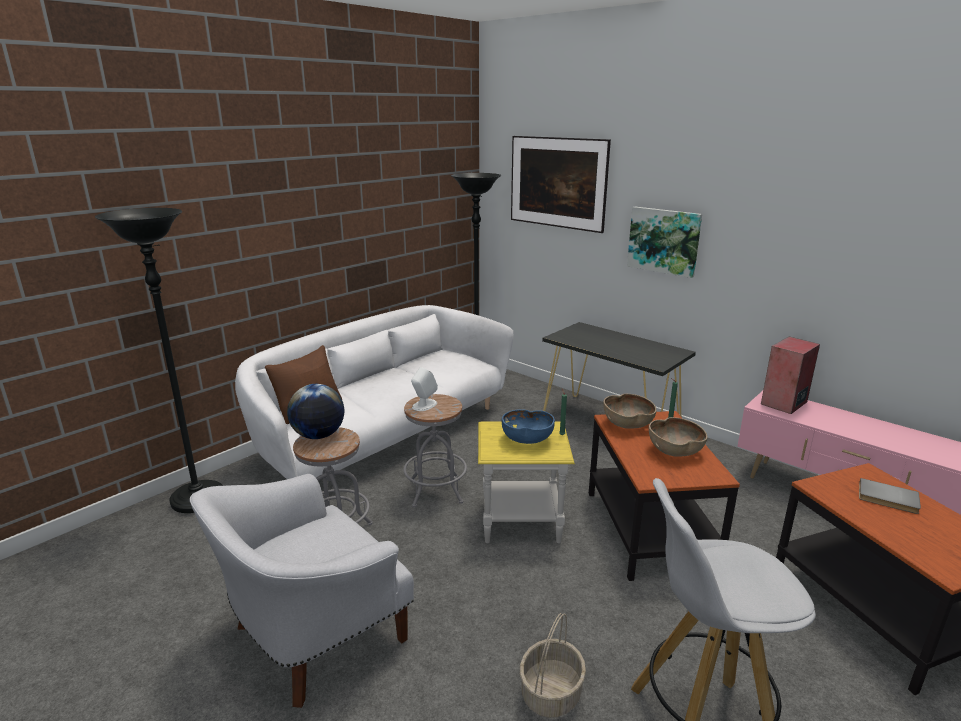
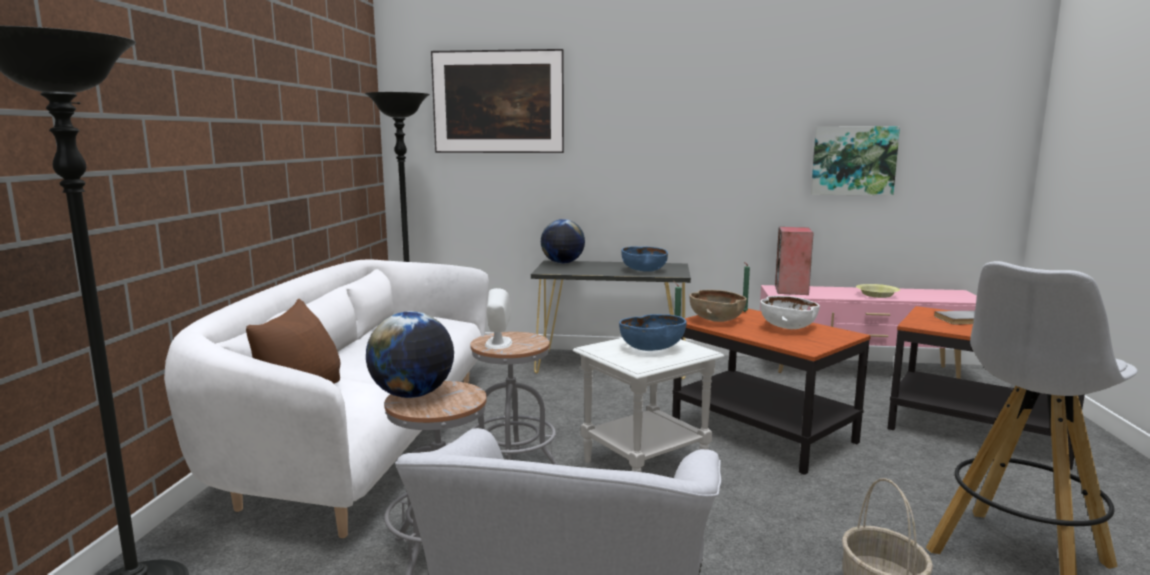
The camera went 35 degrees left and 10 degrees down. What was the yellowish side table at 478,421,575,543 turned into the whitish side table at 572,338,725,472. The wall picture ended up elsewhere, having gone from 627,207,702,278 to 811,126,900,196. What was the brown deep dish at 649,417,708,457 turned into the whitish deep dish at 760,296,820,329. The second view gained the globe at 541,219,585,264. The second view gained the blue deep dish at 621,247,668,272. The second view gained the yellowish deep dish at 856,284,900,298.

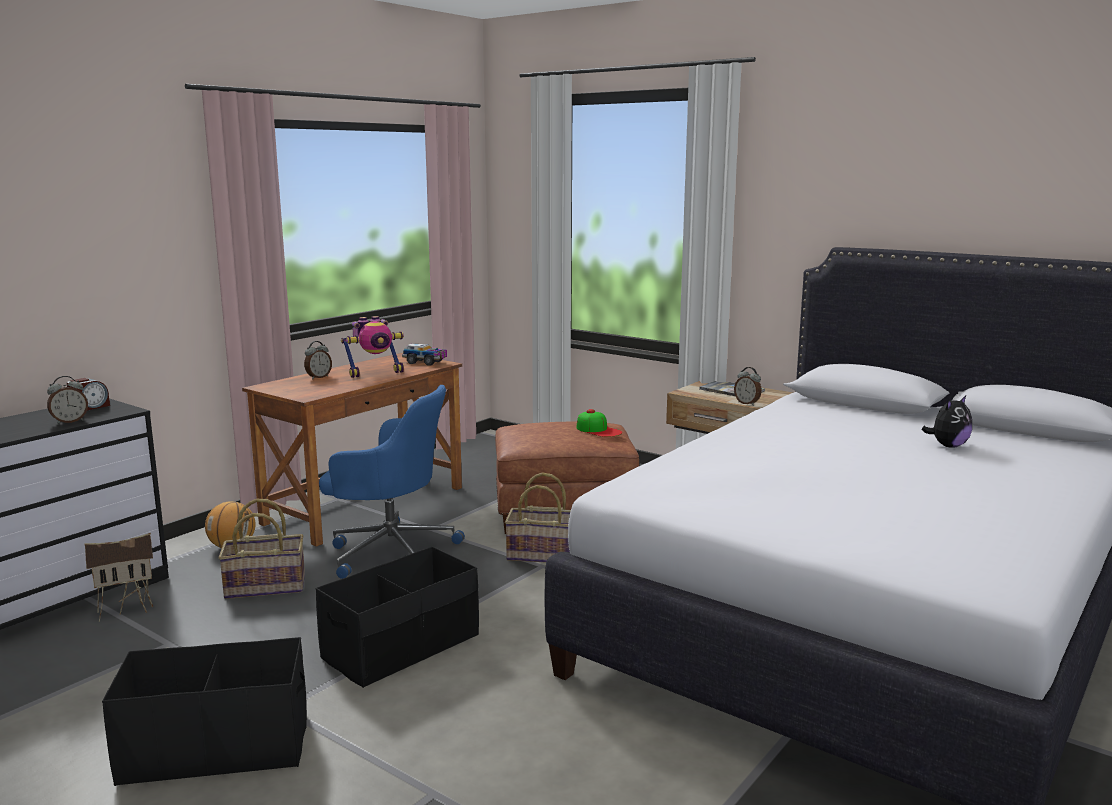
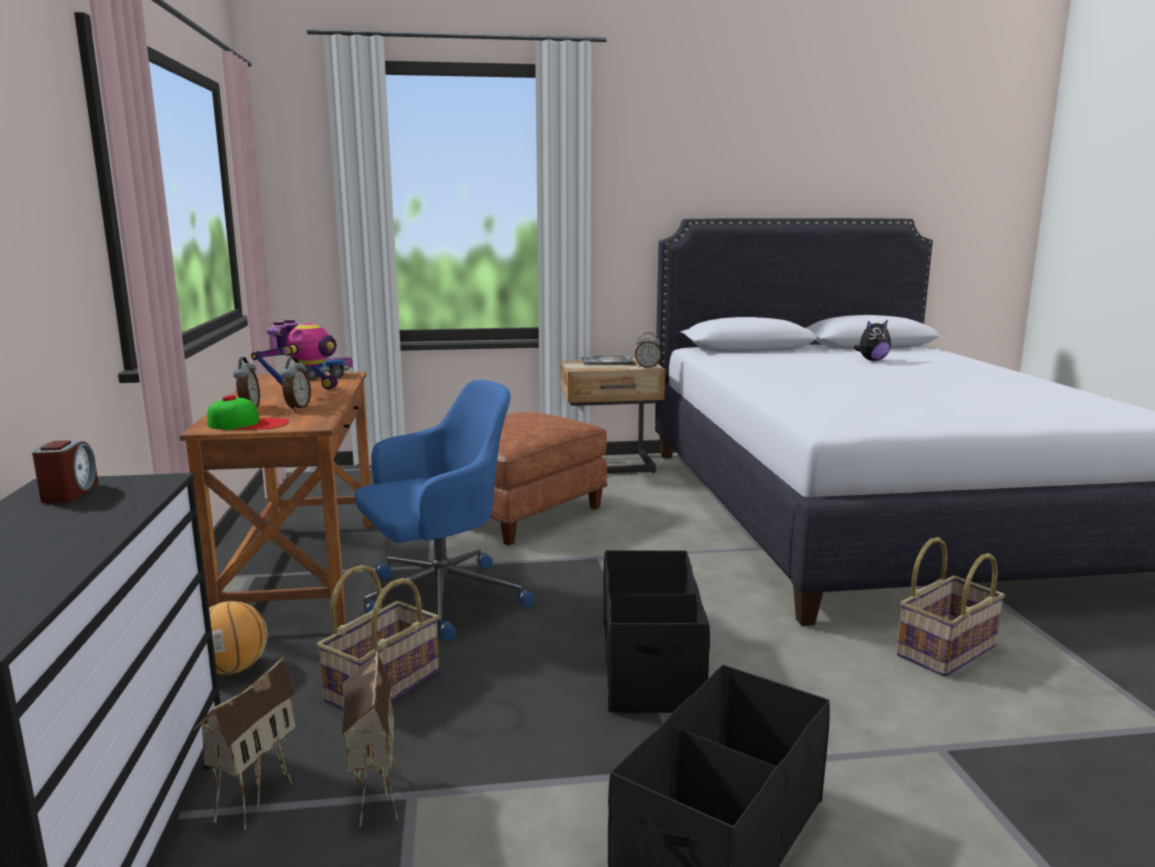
The camera went 45 degrees left and 0 degrees up. The table clock ended up elsewhere, having gone from 47,376,88,424 to 280,357,311,411. The basket ended up elsewhere, having gone from 505,472,571,562 to 897,537,1005,677. The baseball cap ended up elsewhere, having gone from 576,409,622,437 to 207,395,289,430. The soft toy at 921,396,972,448 ended up facing another way, 60 degrees clockwise from before. The second view gained the toy house at 341,651,398,827.

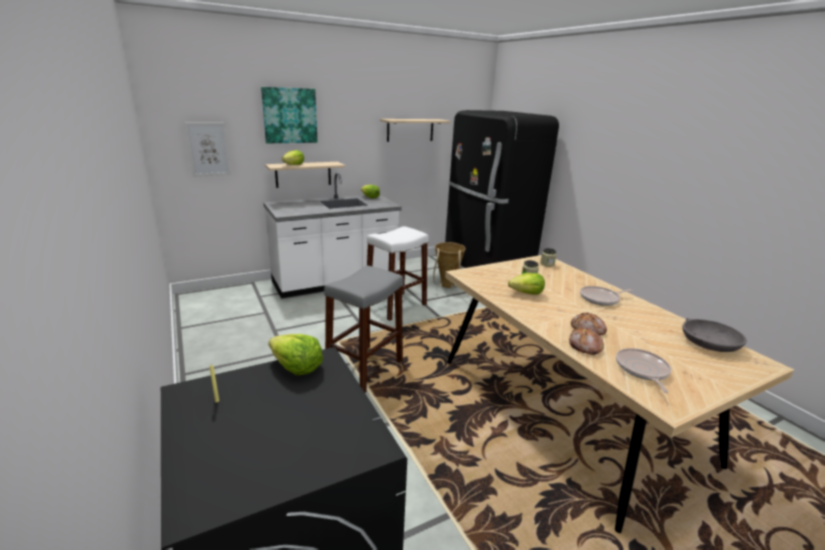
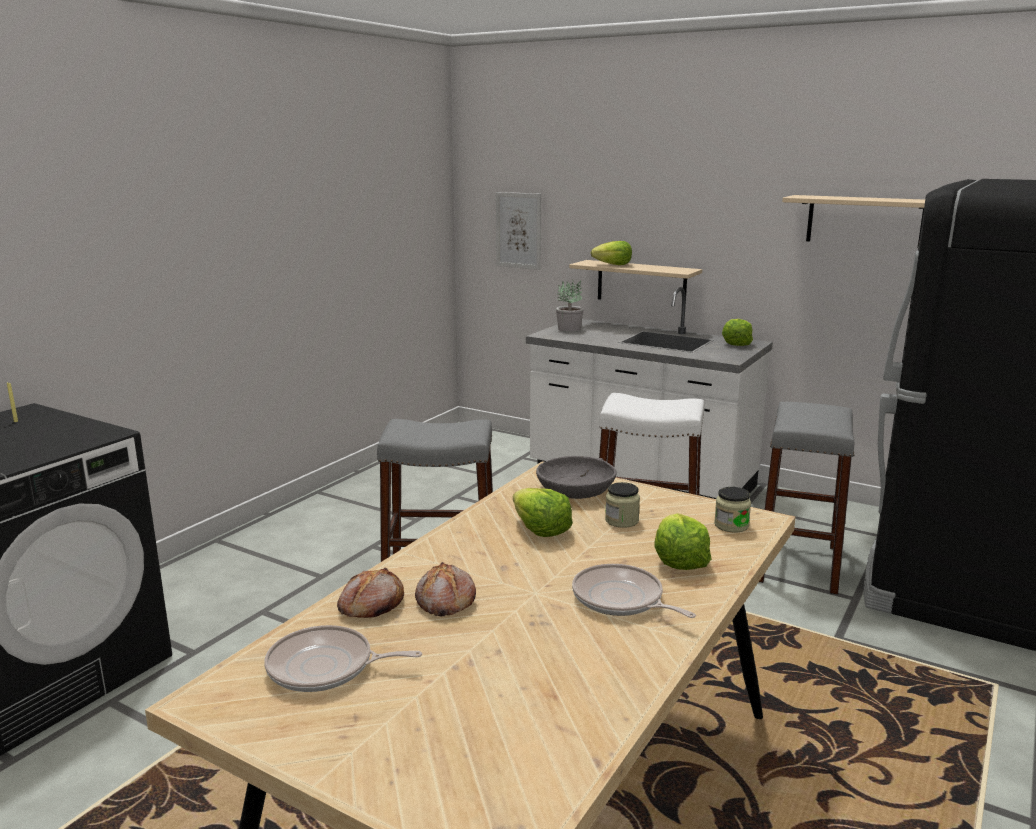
The camera went 60 degrees right and 5 degrees down. The second view lost the wall picture at 261,87,318,143. The lettuce ended up elsewhere, having gone from 268,334,323,375 to 654,513,711,570. Where the basket stood at 433,242,466,288, the greyish stool seat came to stand at 759,402,854,595. The skillet at 616,348,672,393 ended up facing another way, 150 degrees counterclockwise from before. The greyish deep dish ended up elsewhere, having gone from 682,318,747,352 to 536,456,617,499. The second view gained the plant in a pot at 556,280,584,332.

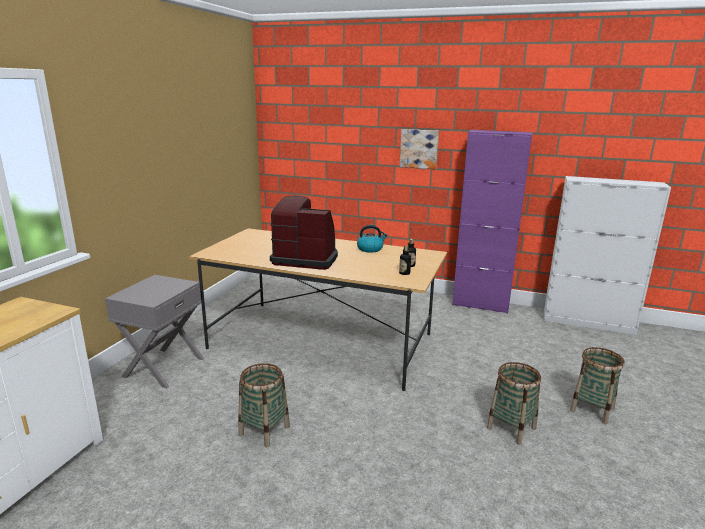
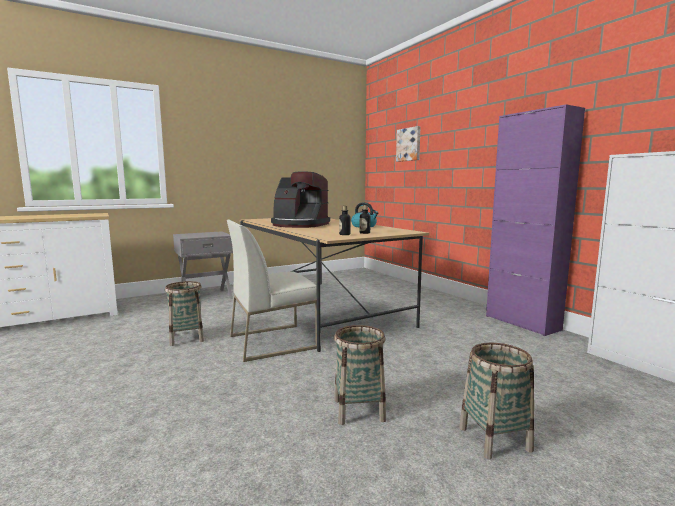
The camera went 40 degrees right and 10 degrees down. The coffee machine at 270,196,338,270 ended up facing another way, 150 degrees clockwise from before. The wall picture ended up elsewhere, having gone from 400,129,439,169 to 396,126,420,162. The second view gained the whitish plain chair at 227,219,317,362.

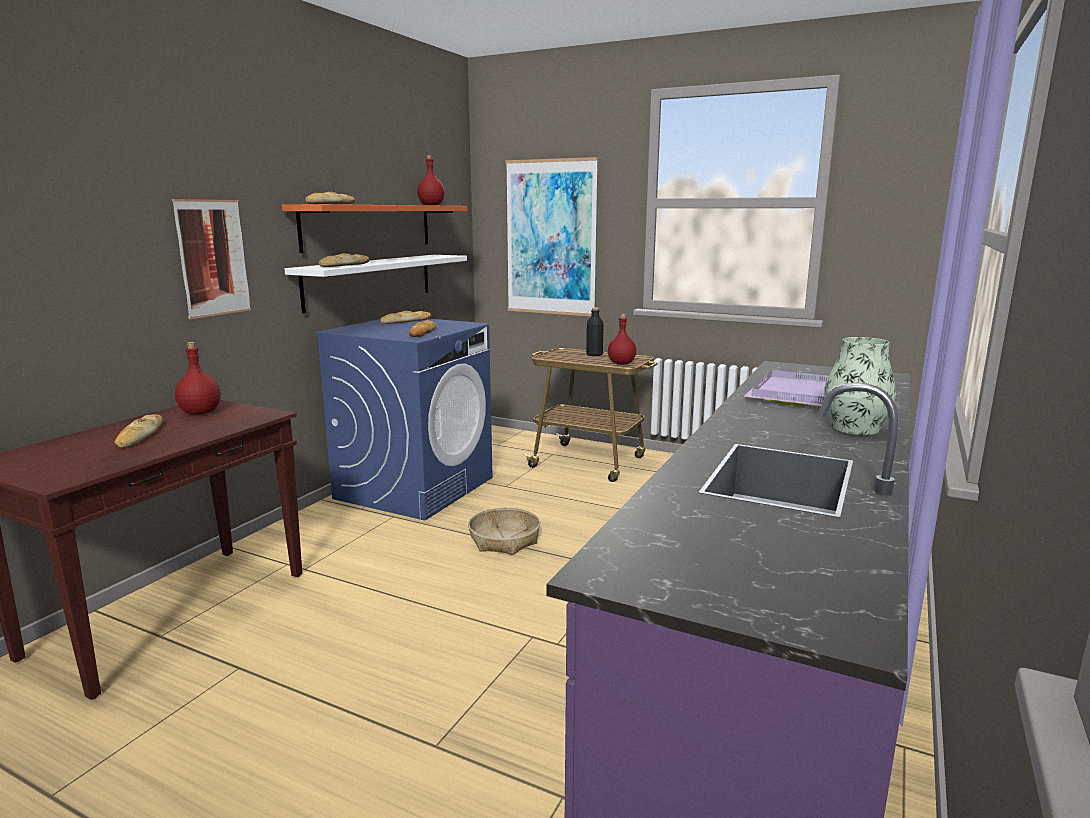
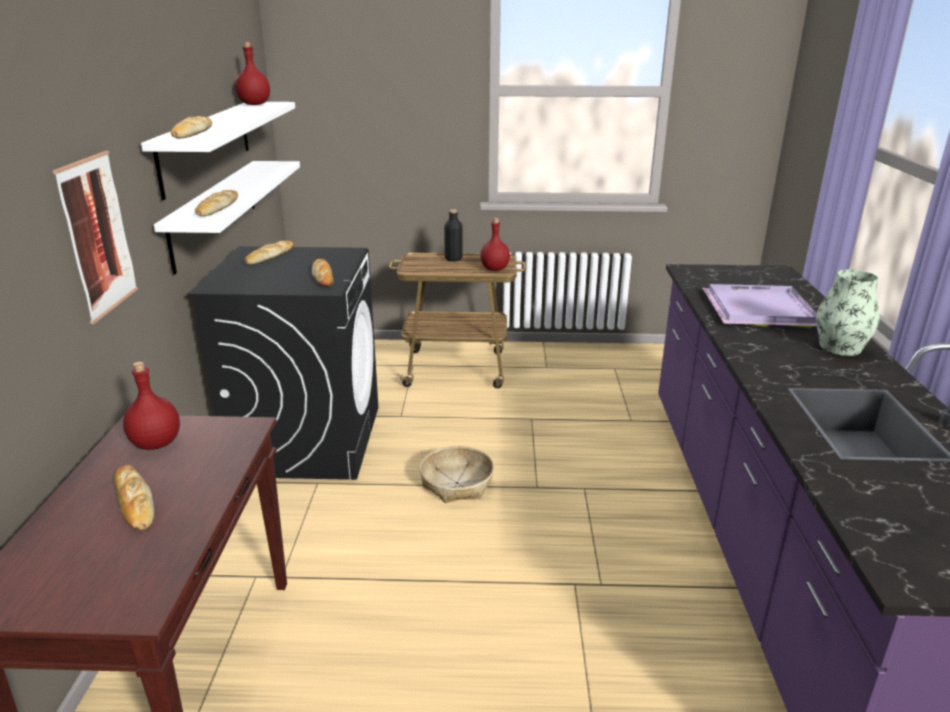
The camera went 25 degrees left and 10 degrees up. What was the orange-coloured bracket shelf at 282,204,468,253 turned into the whitish bracket shelf at 141,102,295,200. What was the blue laundry appliance at 314,319,493,521 turned into the blackish laundry appliance at 188,246,378,480. The second view lost the wall picture at 505,157,598,316.

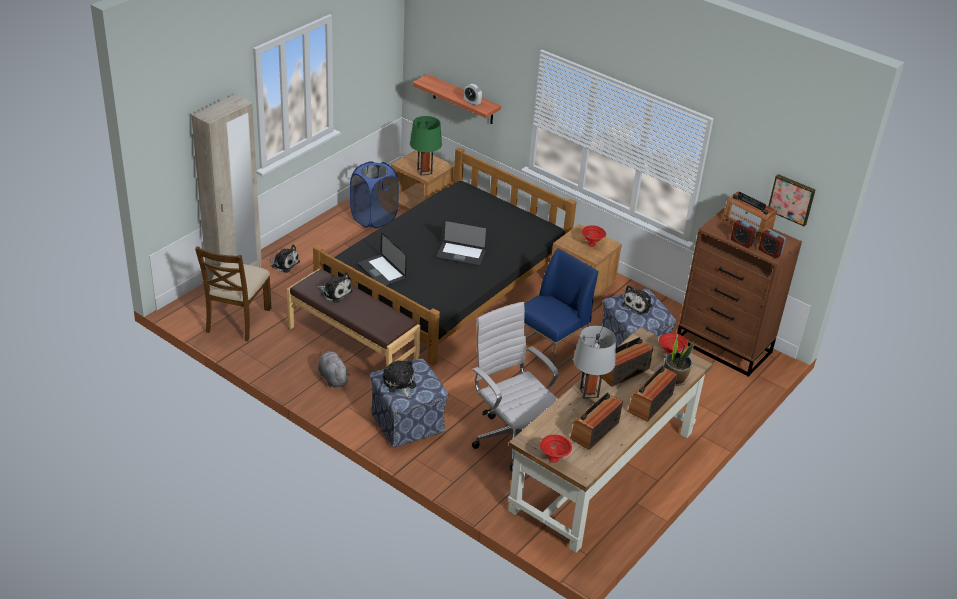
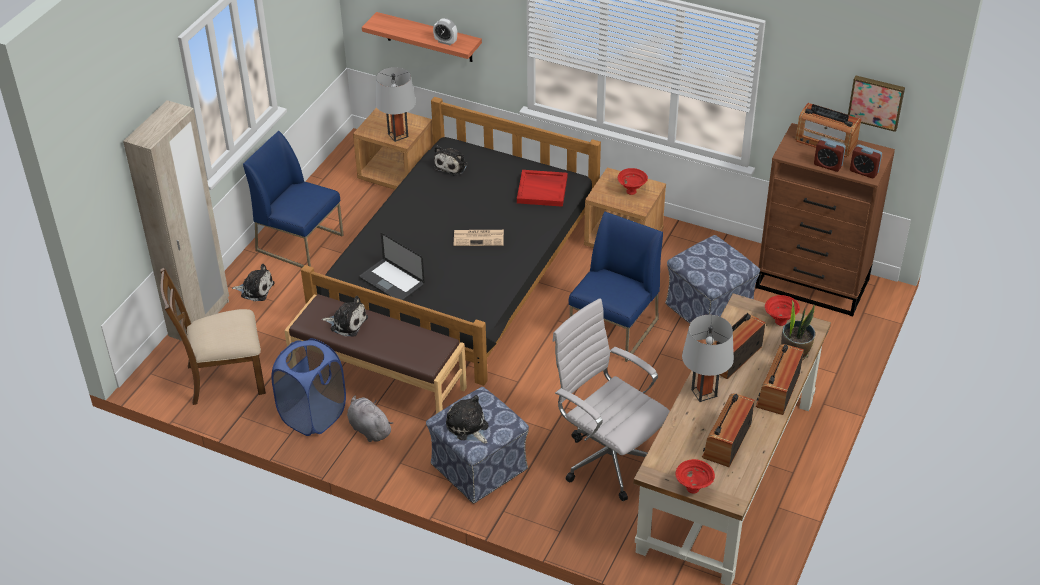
The camera went 10 degrees left and 5 degrees up. The brown plain chair at 195,246,271,341 ended up facing another way, 75 degrees clockwise from before. The blue washing basket ended up elsewhere, having gone from 350,161,399,228 to 271,338,346,436. What was the green-coloured lamp for a table at 410,116,442,176 turned into the greyish lamp for a table at 375,67,416,142. Where the notebook computer stood at 436,220,488,266, the daily paper came to stand at 454,230,504,246. The soft toy ended up elsewhere, having gone from 622,285,653,314 to 433,146,468,176. The second view gained the blue plain chair at 243,131,343,268. The second view gained the red serving tray at 517,170,567,207.

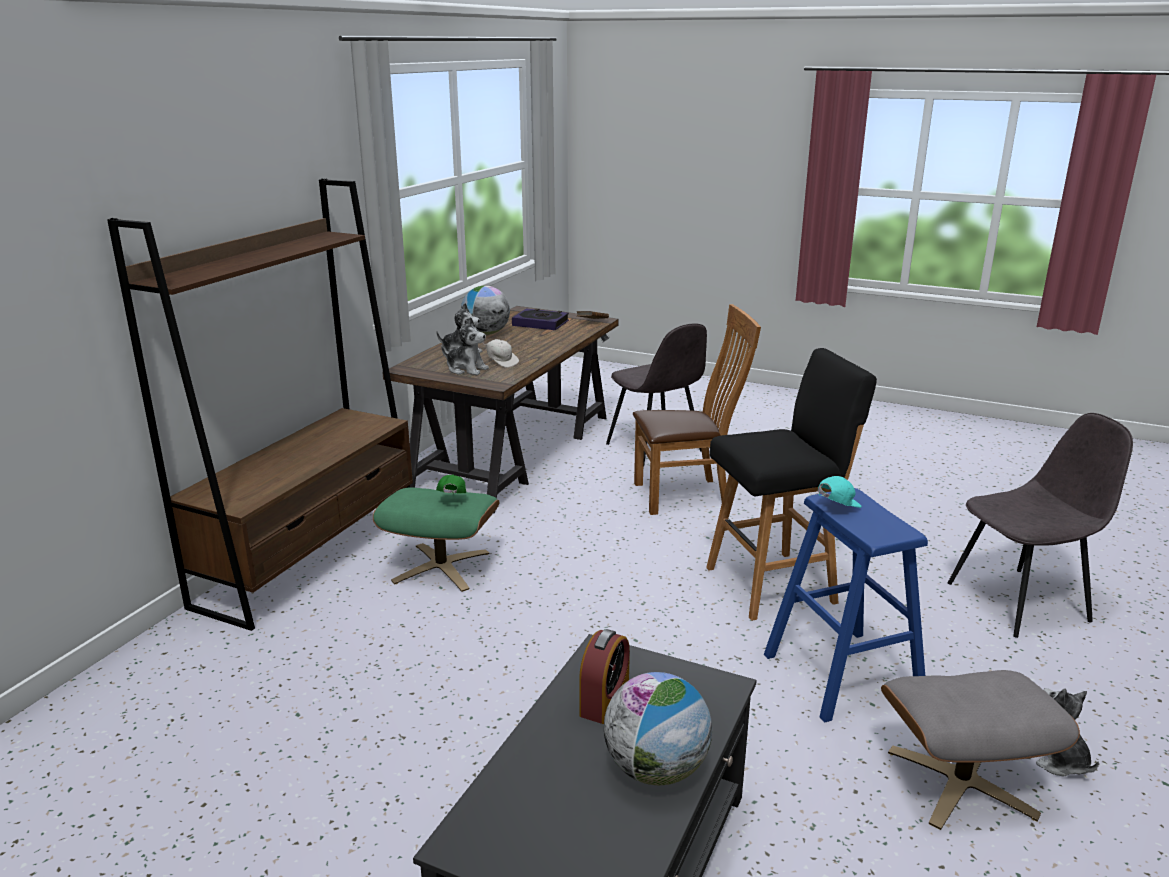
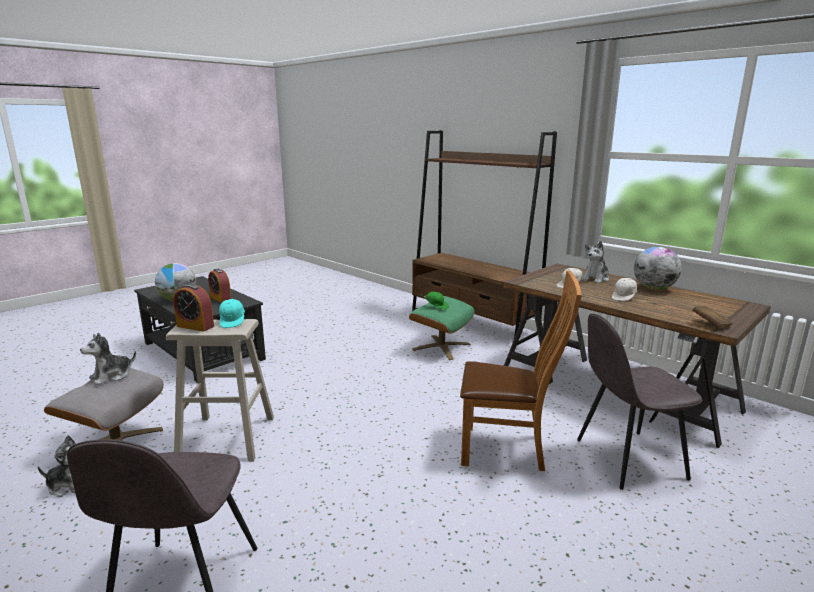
The camera went 110 degrees right and 5 degrees down. The soft toy ended up elsewhere, having gone from 441,317,489,375 to 80,333,136,385. The second view lost the book at 512,309,569,330. The brown plain chair at 633,304,761,515 ended up facing another way, 90 degrees counterclockwise from before. The second view lost the blackish stool seat at 706,348,877,621. What was the blue stool seat at 764,488,928,723 turned into the beige-coloured stool seat at 166,319,274,462. The second view gained the table clock at 173,284,214,332. The second view gained the whitish baseball cap at 612,278,637,301.

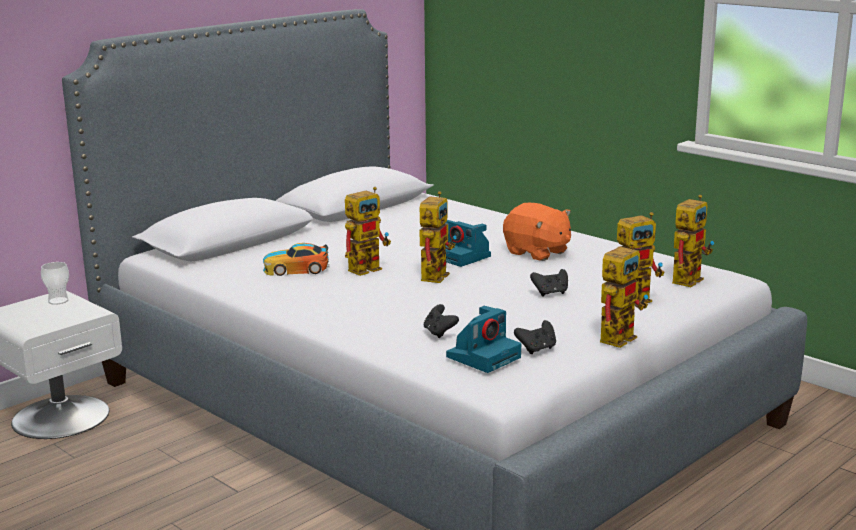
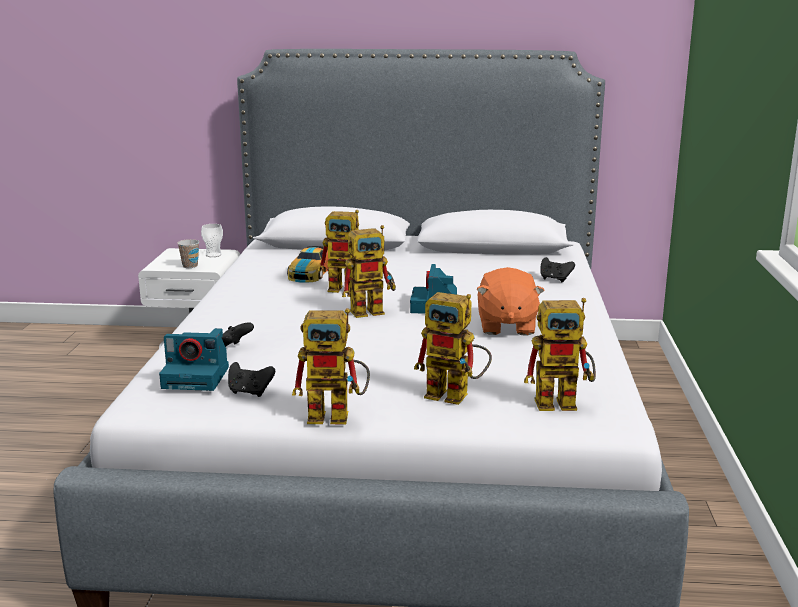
The camera went 50 degrees right and 0 degrees up. The toy car at 263,243,330,276 ended up facing another way, 120 degrees counterclockwise from before. The blackish gamepad ended up elsewhere, having gone from 530,269,568,296 to 541,257,575,282. The second view gained the small cup at 177,239,199,268.

